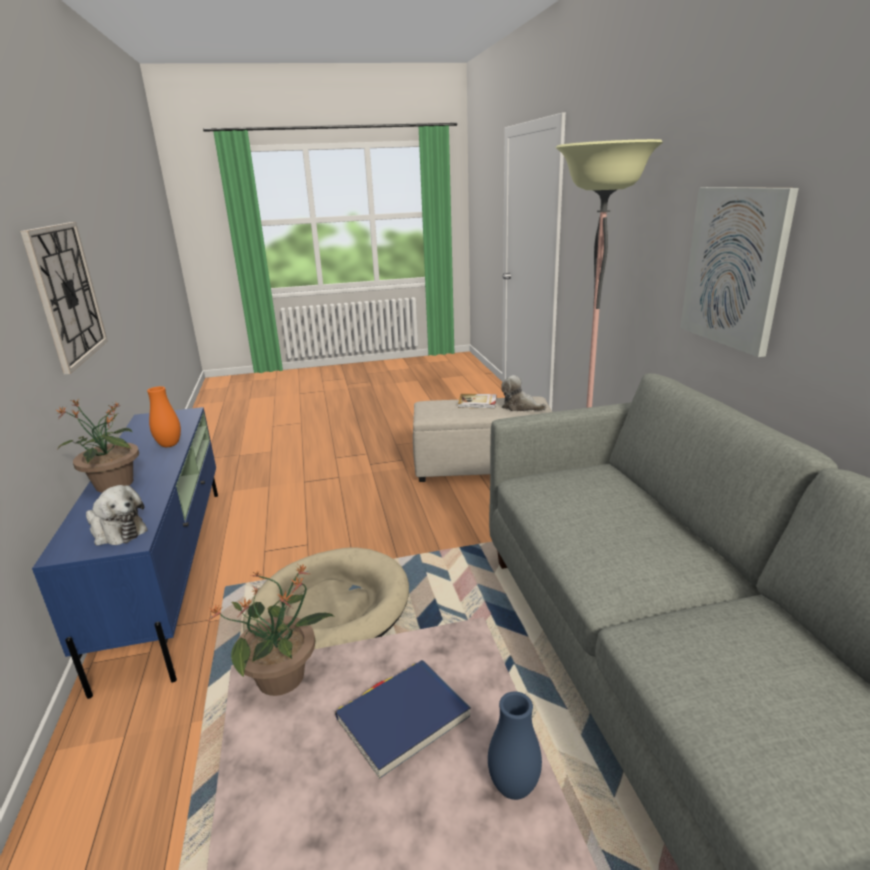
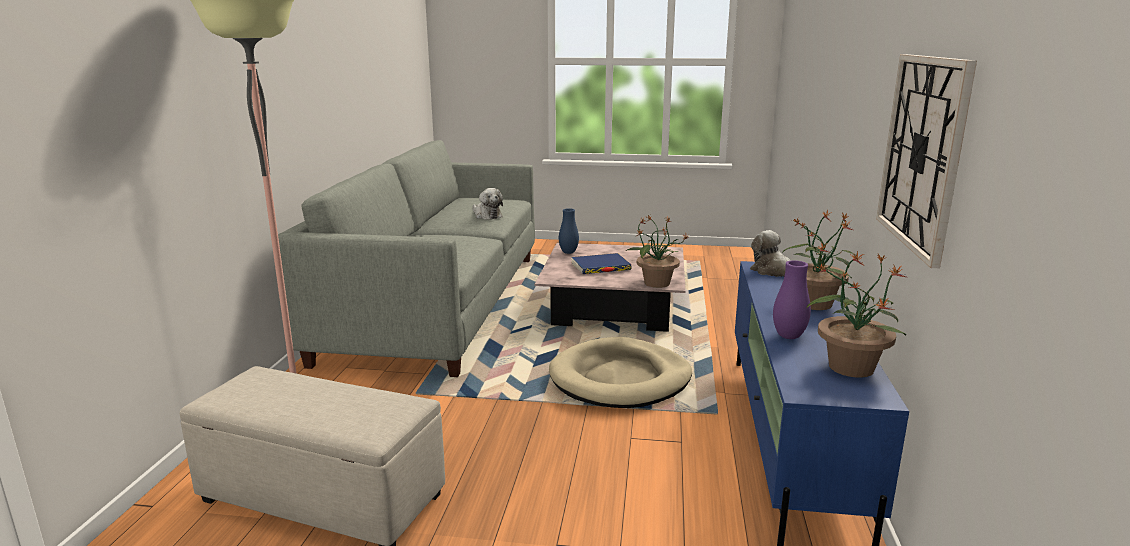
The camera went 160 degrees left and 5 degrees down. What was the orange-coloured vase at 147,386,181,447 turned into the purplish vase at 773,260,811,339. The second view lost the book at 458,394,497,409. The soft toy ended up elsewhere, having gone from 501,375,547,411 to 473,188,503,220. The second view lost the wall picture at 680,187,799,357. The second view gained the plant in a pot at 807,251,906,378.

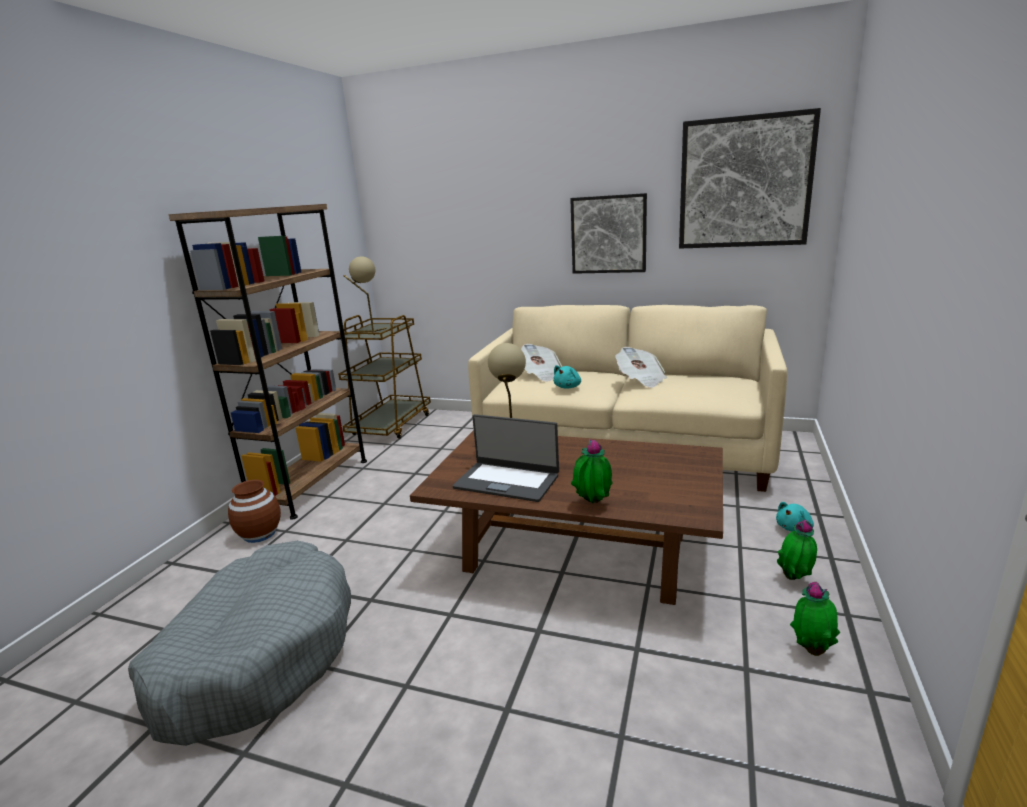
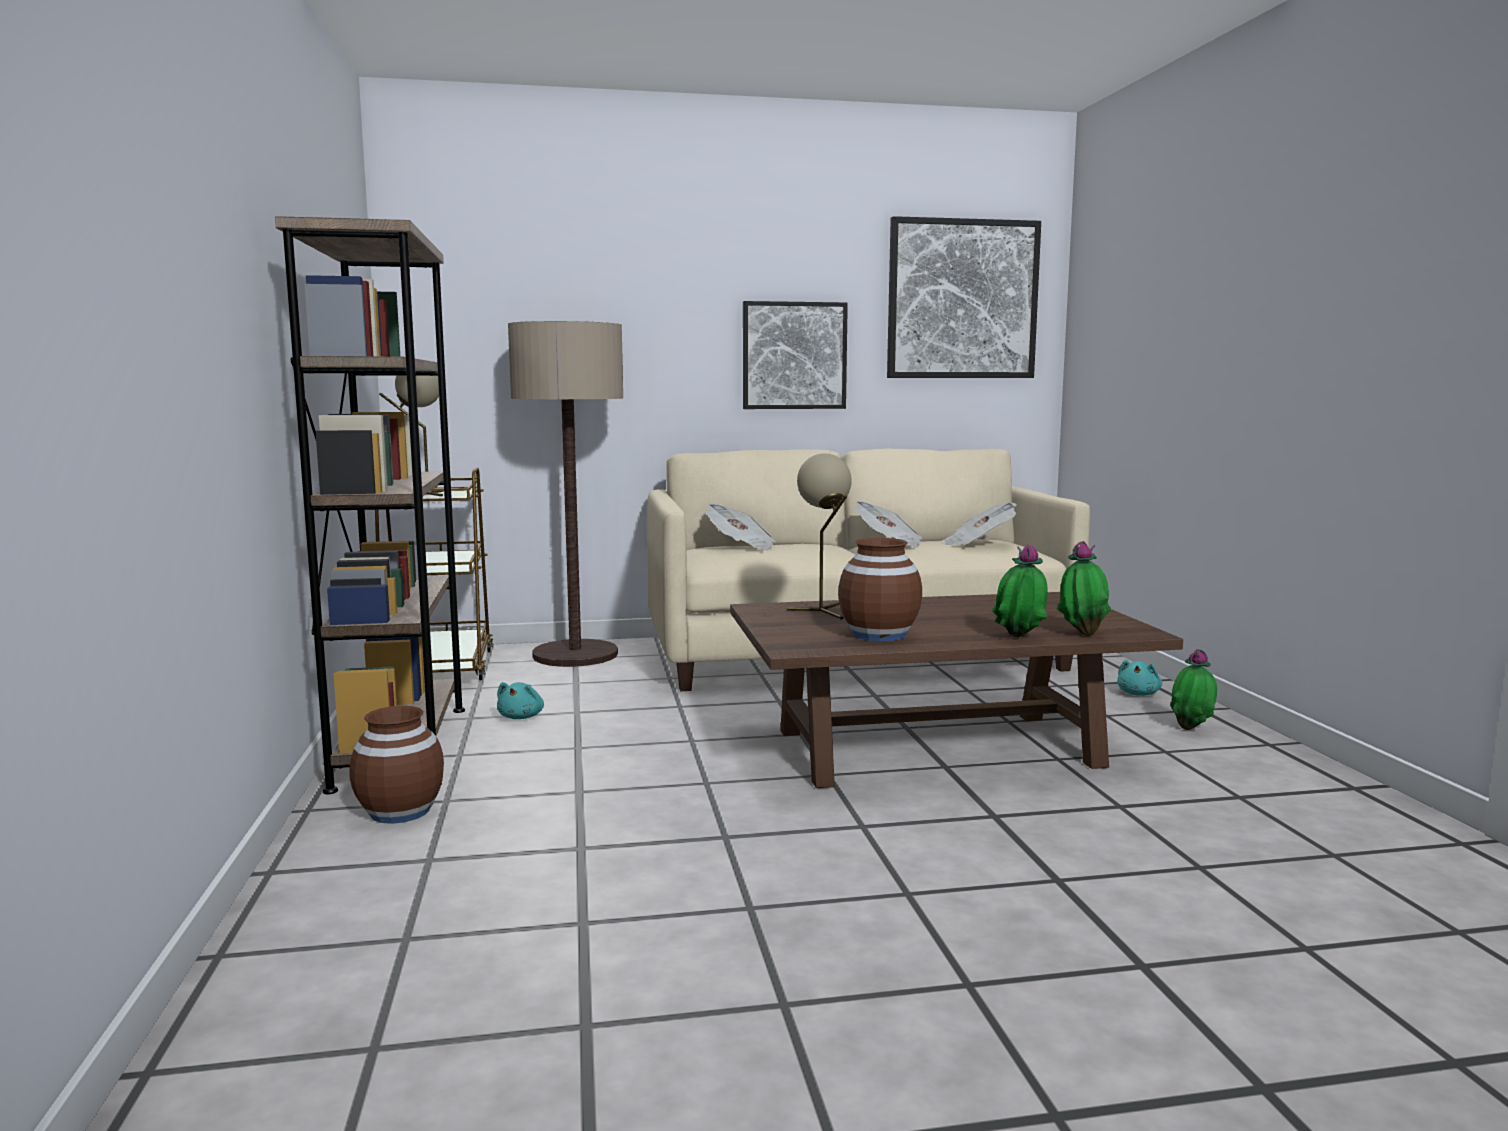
The camera went 30 degrees left and 10 degrees down. The second view lost the greyish pet bed at 128,541,351,746. Where the notebook computer stood at 453,414,559,502, the brown vase came to stand at 838,538,922,641. The turquoise soft toy ended up elsewhere, having gone from 553,365,581,388 to 497,682,544,719. The plant in a pot ended up elsewhere, having gone from 790,582,840,656 to 1057,541,1111,636. The second view gained the standard lamp at 508,321,623,667. The second view gained the daily paper at 941,502,1017,545.

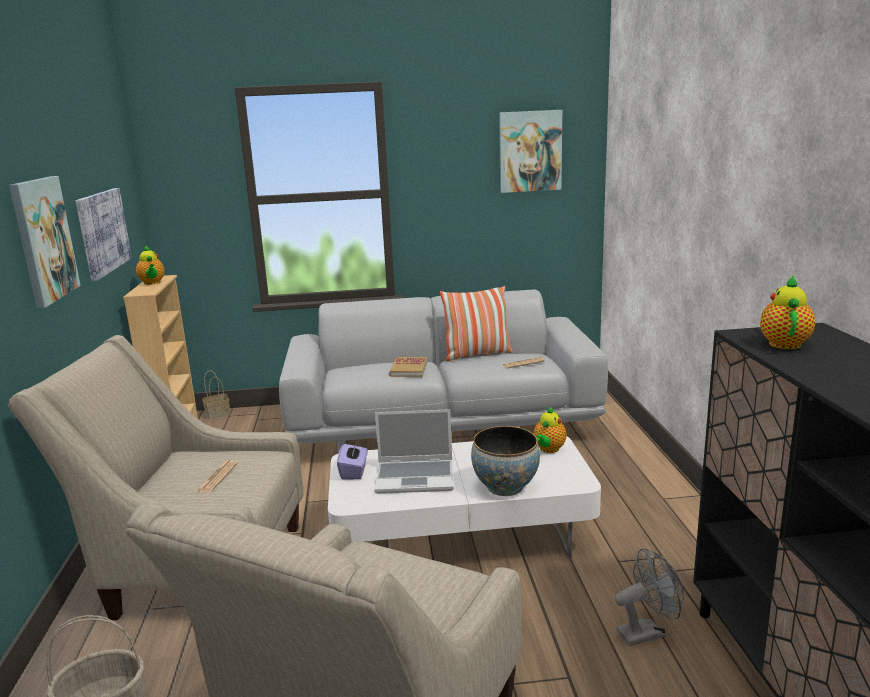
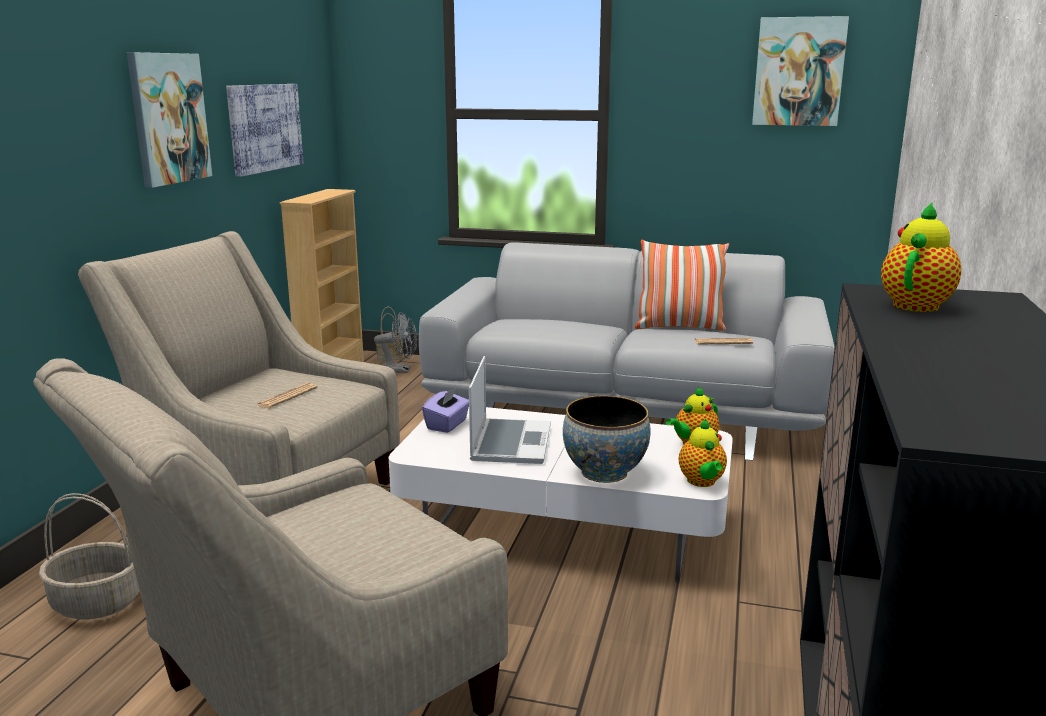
The camera went 20 degrees right and 0 degrees up. The teapot ended up elsewhere, having gone from 136,246,165,285 to 679,419,727,487. The notebook computer at 374,409,454,494 ended up facing another way, 105 degrees counterclockwise from before. The second view lost the book at 389,357,427,377. The greyish cooling fan ended up elsewhere, having gone from 615,548,684,646 to 374,312,417,373.

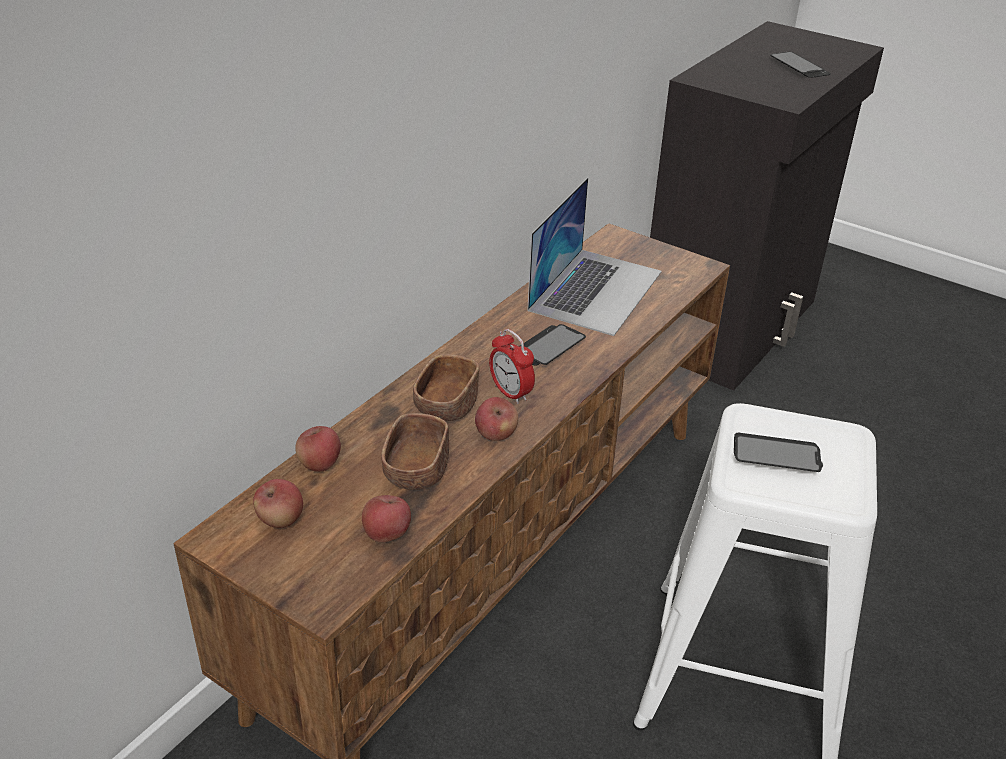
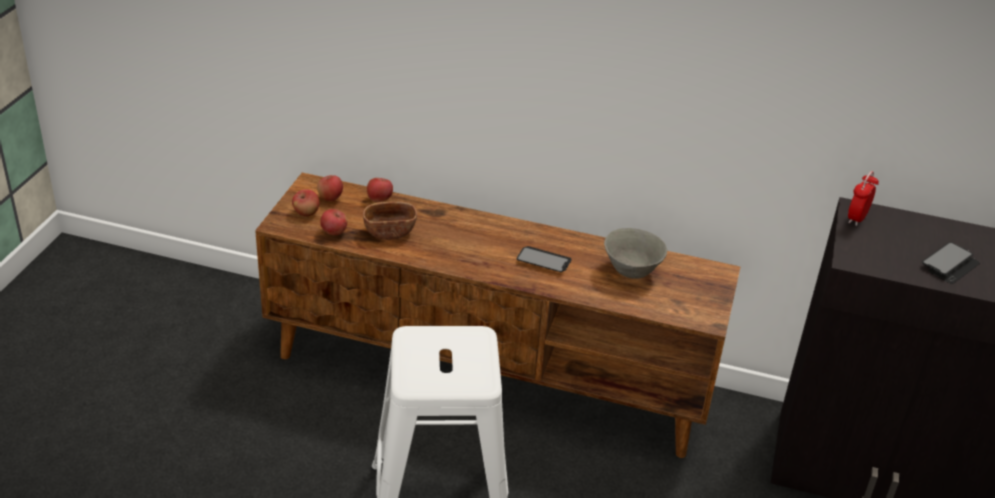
The camera went 70 degrees right and 0 degrees up. The second view lost the brown deep dish at 413,354,479,421. The apple ended up elsewhere, having gone from 475,397,518,441 to 292,189,319,216. The table clock ended up elsewhere, having gone from 489,329,535,404 to 848,171,879,226. Where the notebook computer stood at 527,177,662,336, the greyish deep dish came to stand at 604,228,667,279. The second view lost the handset at 734,433,822,472.

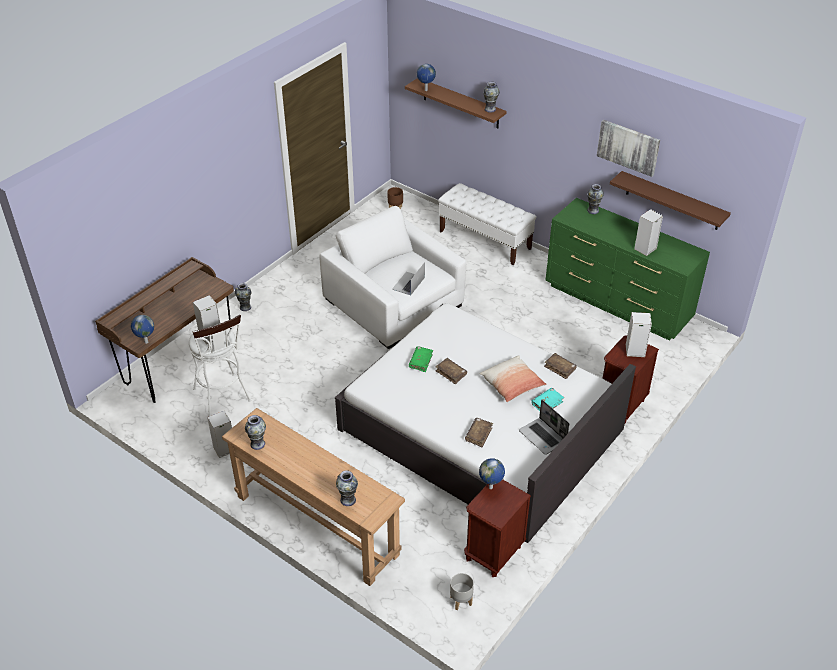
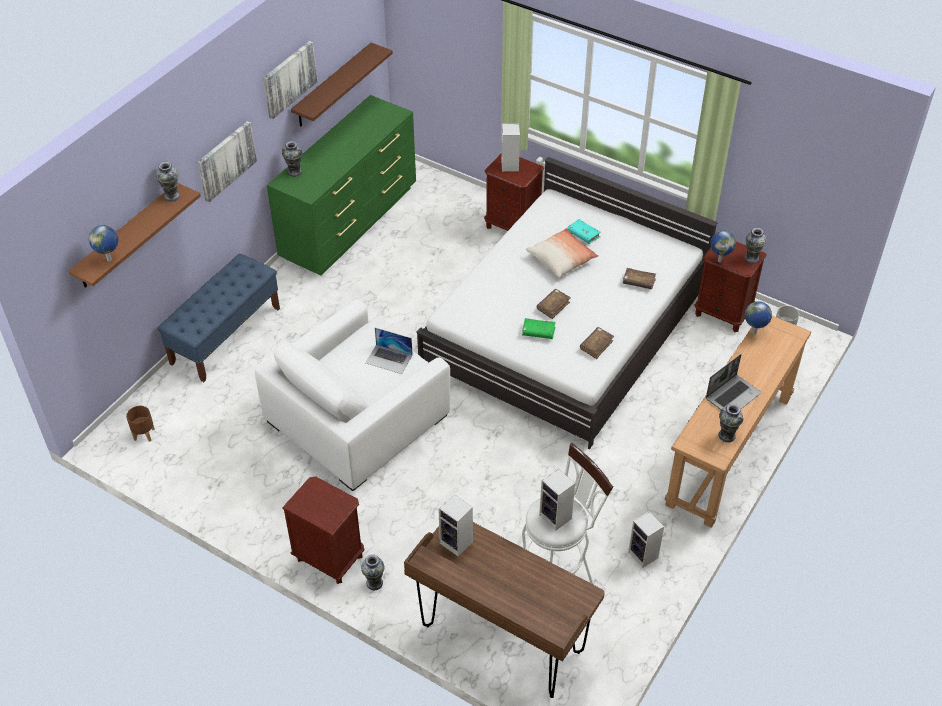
The camera went 95 degrees left and 5 degrees up. The globe ended up elsewhere, having gone from 131,315,154,344 to 745,301,772,334. The vase ended up elsewhere, having gone from 336,470,358,506 to 745,228,766,264. What was the whitish long seat at 438,183,537,265 turned into the blue long seat at 157,254,280,382. The notebook computer ended up elsewhere, having gone from 519,400,569,455 to 706,354,761,410. The brown book ended up elsewhere, having gone from 544,353,577,379 to 580,327,614,359. The loudspeaker ended up elsewhere, having gone from 634,209,663,256 to 438,494,473,557. The second view gained the wall picture at 198,121,257,202. The second view gained the brown bedside table at 282,476,364,584.

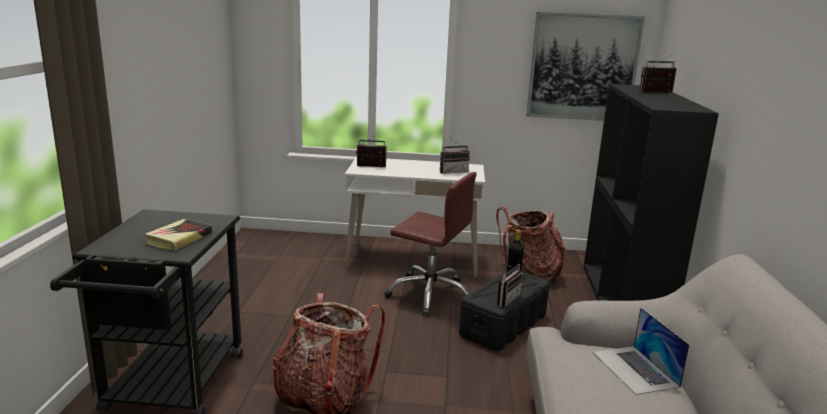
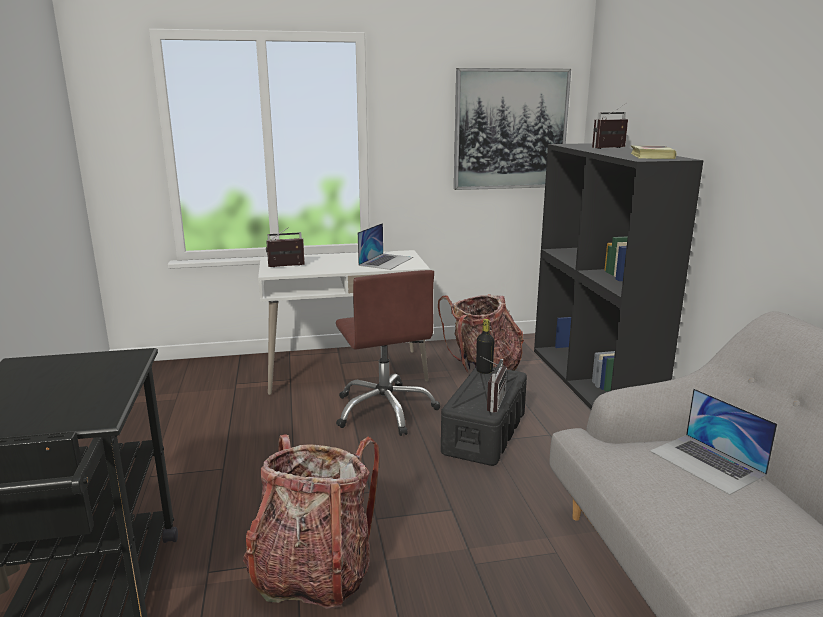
The camera went 15 degrees left and 0 degrees up. The book ended up elsewhere, having gone from 145,219,212,251 to 631,145,676,159. The brown desk chair at 384,172,477,316 ended up facing another way, 60 degrees clockwise from before. Where the radio receiver stood at 440,138,470,174, the notebook computer came to stand at 358,223,413,270.

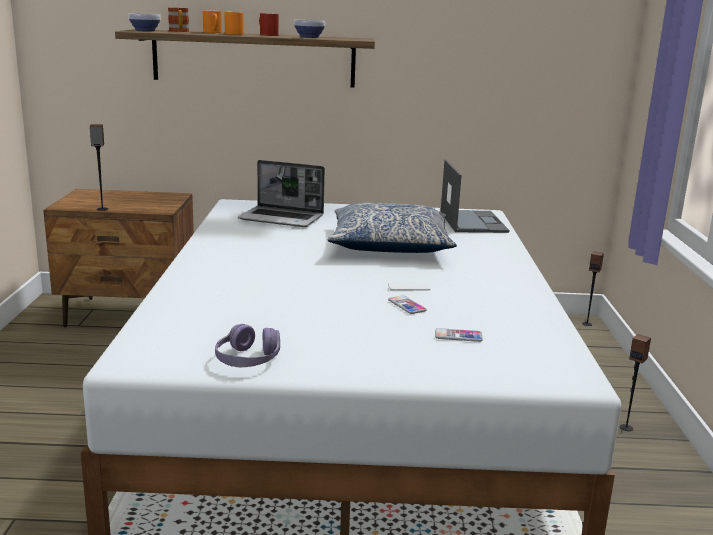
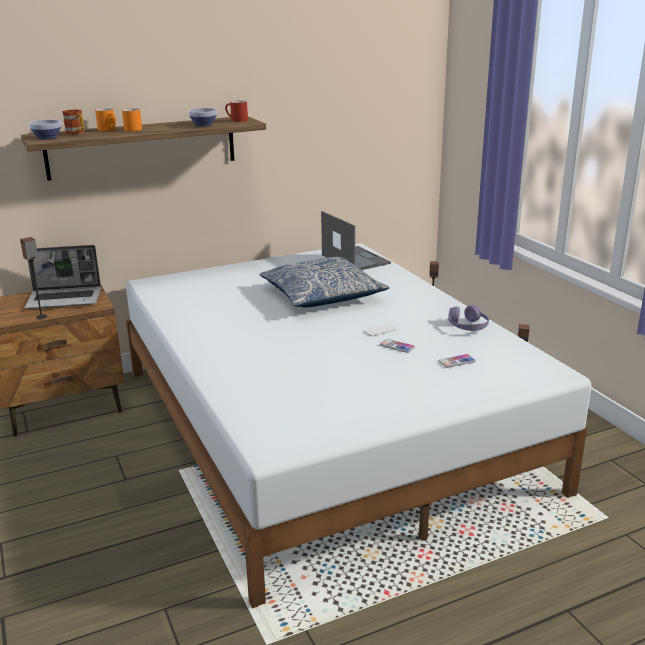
The camera went 25 degrees left and 5 degrees up. The purplish pair of headphones ended up elsewhere, having gone from 215,324,280,367 to 448,305,489,331. The notebook computer ended up elsewhere, having gone from 238,160,325,227 to 25,245,101,309. The red coffee mug ended up elsewhere, having gone from 259,13,279,36 to 225,100,248,122.

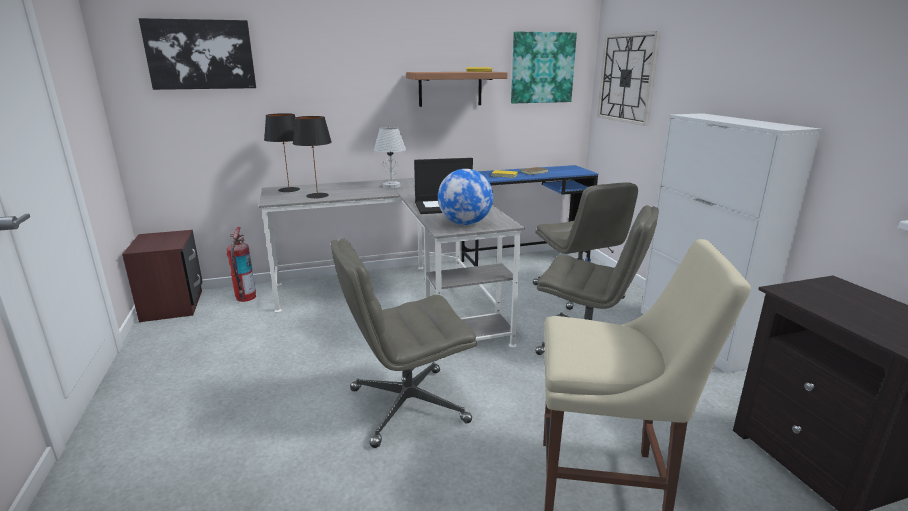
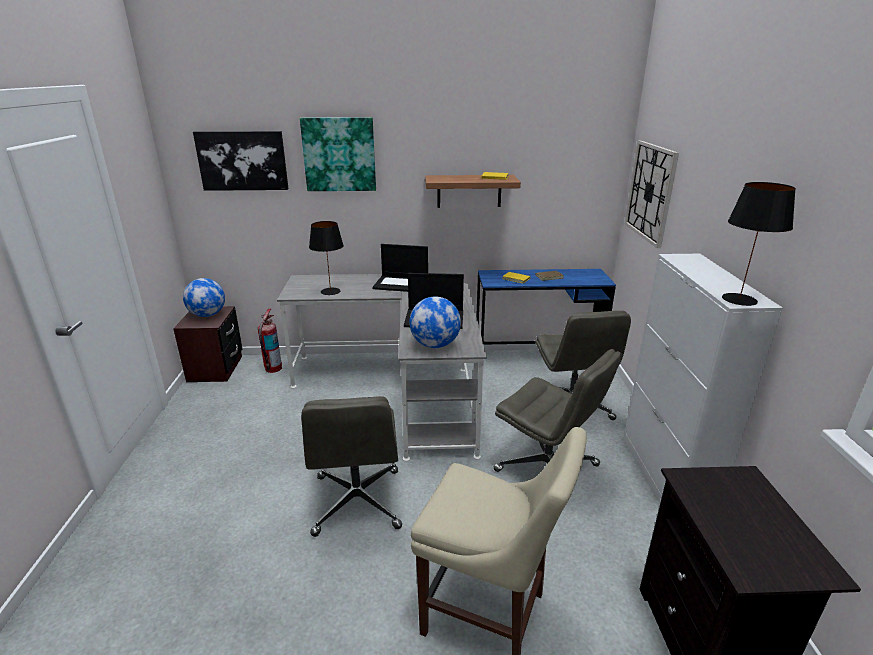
The camera went 15 degrees right and 5 degrees up. The blackish lamp for a table ended up elsewhere, having gone from 264,113,300,192 to 722,182,796,306. The greyish desk chair at 331,238,477,448 ended up facing another way, 90 degrees counterclockwise from before. Where the whitish lamp for a table stood at 374,127,406,188, the notebook computer came to stand at 372,244,428,292. The wall picture ended up elsewhere, having gone from 511,32,577,104 to 300,117,376,191. The second view gained the globe at 183,278,225,317.

